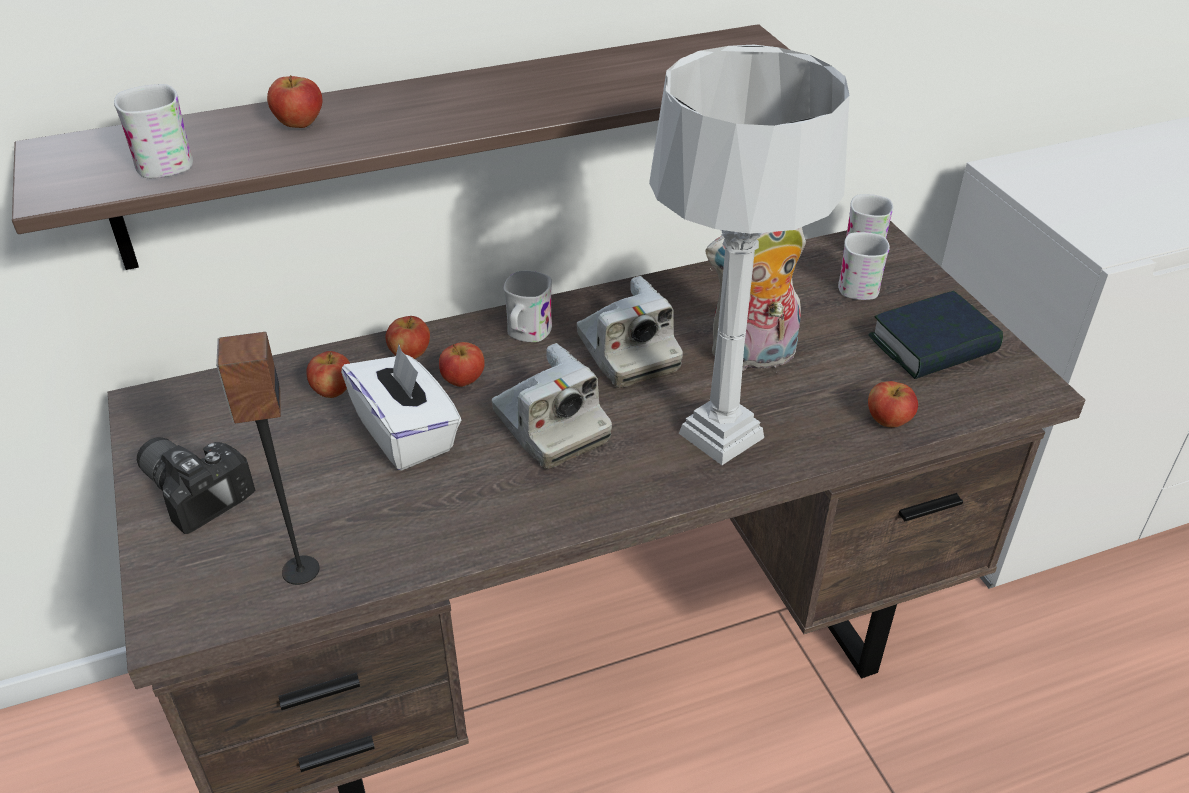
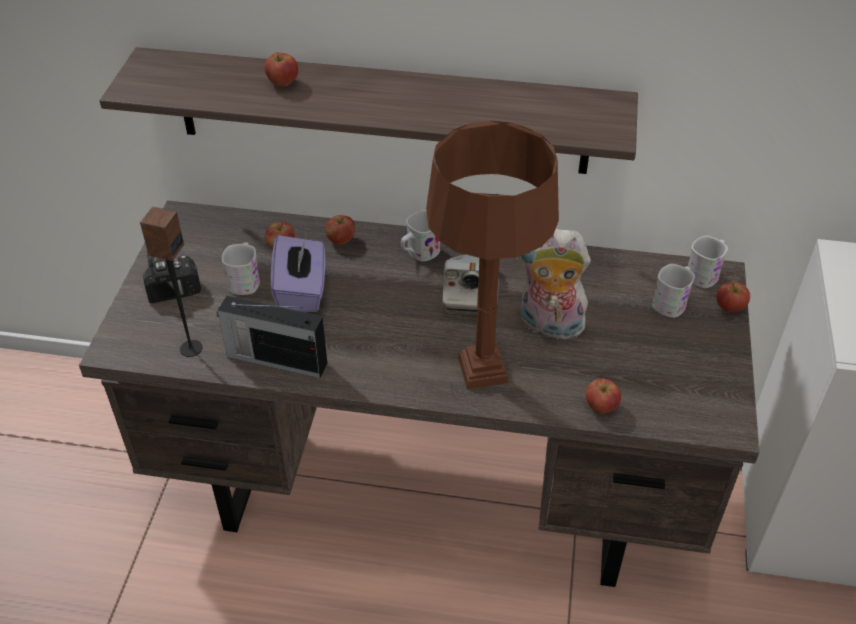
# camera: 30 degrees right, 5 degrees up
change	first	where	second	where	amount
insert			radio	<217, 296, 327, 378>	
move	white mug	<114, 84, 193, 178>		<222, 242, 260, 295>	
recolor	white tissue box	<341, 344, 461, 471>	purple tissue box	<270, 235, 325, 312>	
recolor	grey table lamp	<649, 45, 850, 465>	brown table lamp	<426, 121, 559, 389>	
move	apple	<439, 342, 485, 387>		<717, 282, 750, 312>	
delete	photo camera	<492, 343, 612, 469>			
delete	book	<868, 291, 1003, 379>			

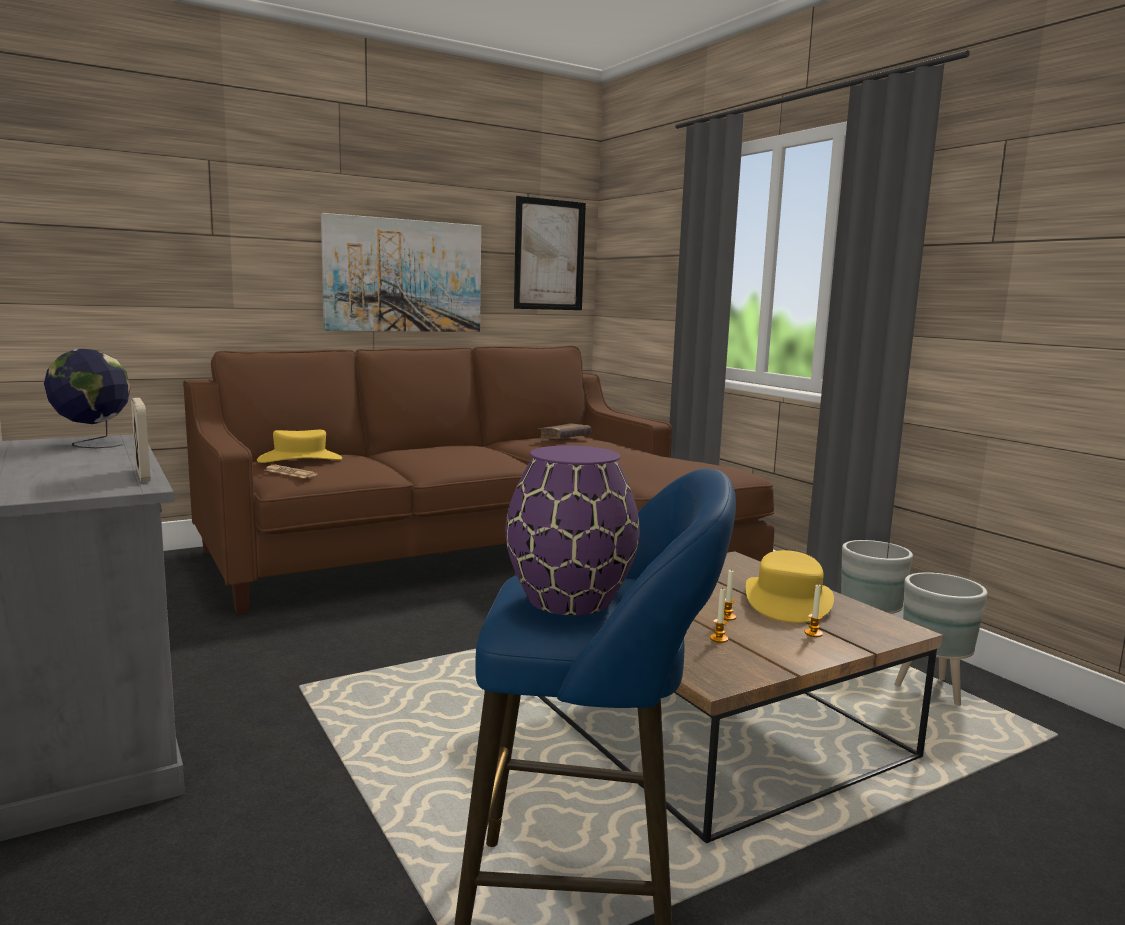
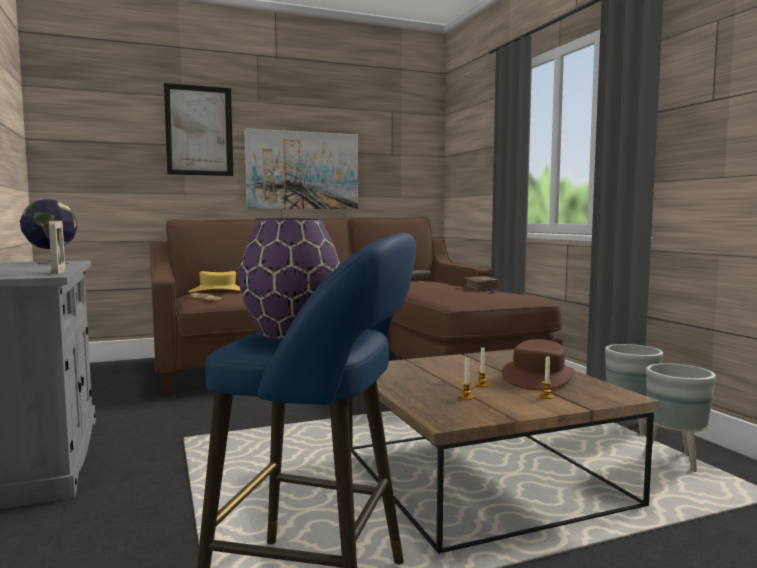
# camera: 10 degrees right, 5 degrees down
change	first	where	second	where	amount
move	picture	<514, 196, 586, 310>		<164, 83, 233, 176>	
insert			brown book	<464, 276, 502, 292>	
recolor	yellow hat	<746, 550, 834, 623>	brown hat	<502, 339, 574, 390>	

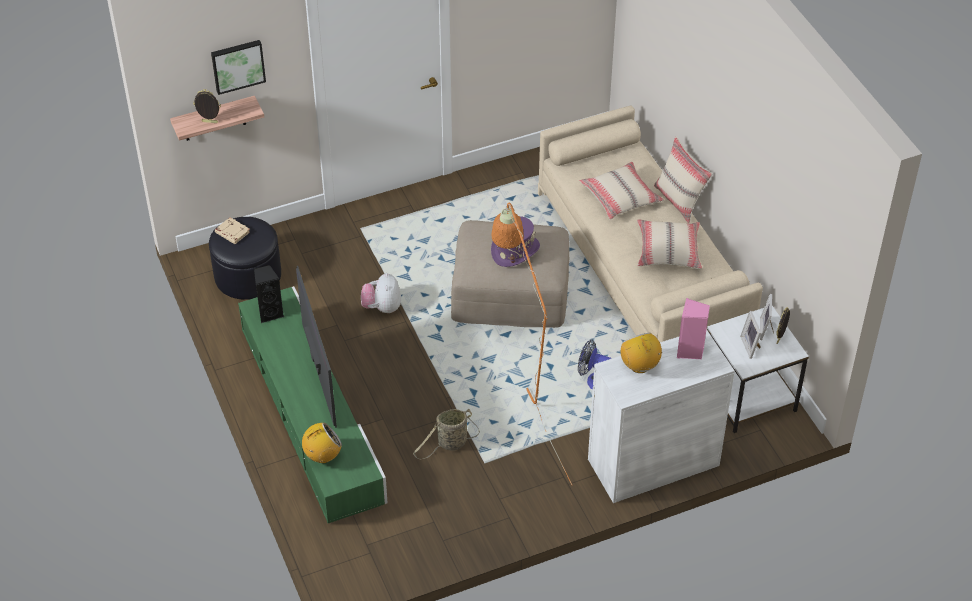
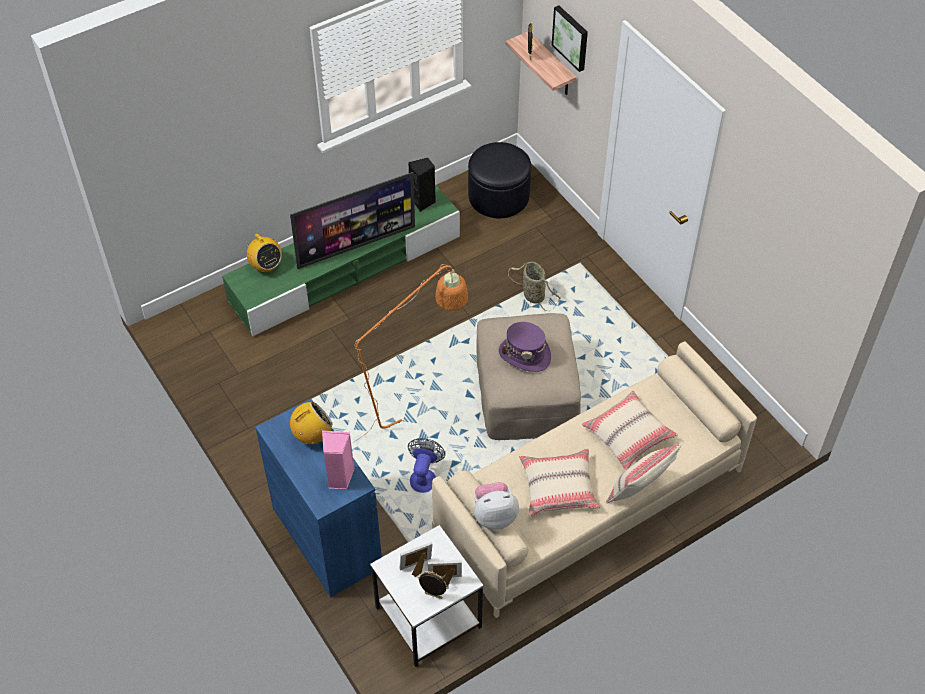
# camera: 80 degrees right, 5 degrees up
change	first	where	second	where	amount
recolor	white cabinet	<588, 330, 735, 503>	blue cabinet	<255, 399, 382, 597>	
move	plush toy	<361, 273, 401, 313>		<474, 482, 519, 530>	
move	basket	<413, 409, 480, 460>		<508, 262, 561, 311>	
delete	beige book	<215, 217, 250, 244>			

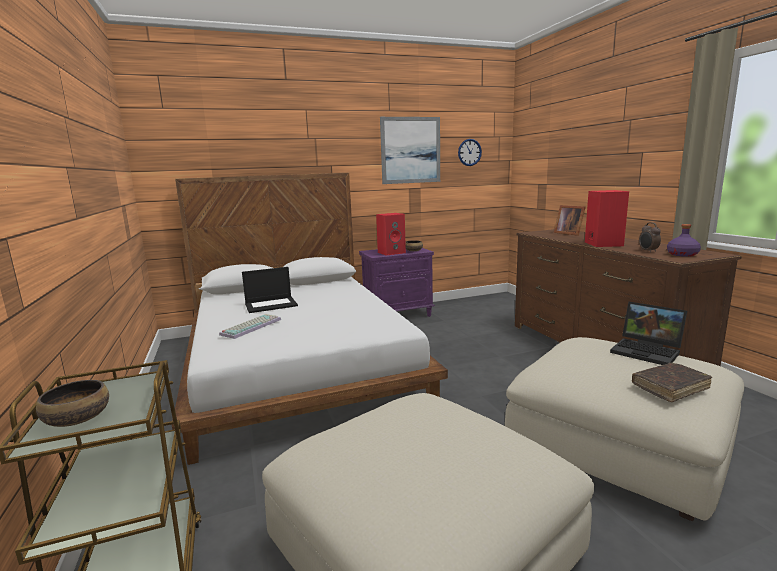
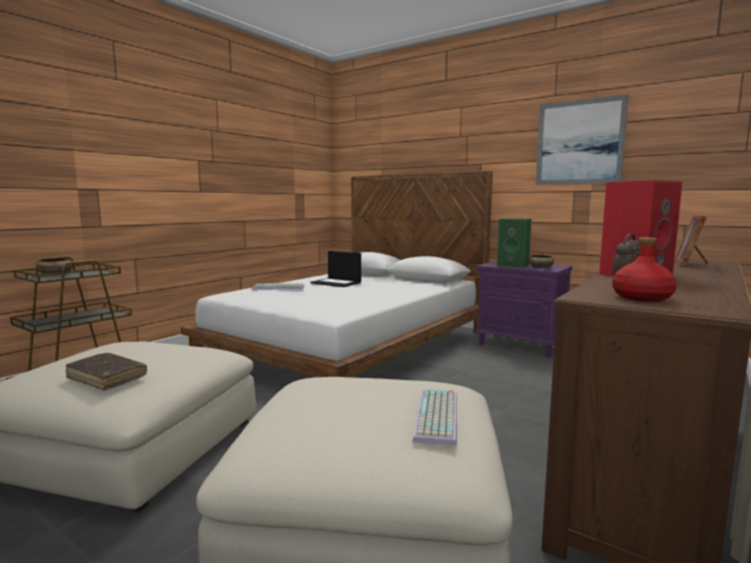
# camera: 55 degrees right, 5 degrees down
change	first	where	second	where	amount
move	brown book	<632, 363, 712, 402>		<66, 353, 147, 390>	
replace	laptop	<610, 302, 687, 365>	keyboard	<412, 389, 457, 446>	
recolor	red speaker	<376, 213, 406, 255>	green speaker	<497, 218, 531, 268>	
recolor	purple bottle	<667, 224, 701, 257>	red bottle	<612, 237, 677, 302>	
delete	wall clock	<458, 139, 482, 166>			

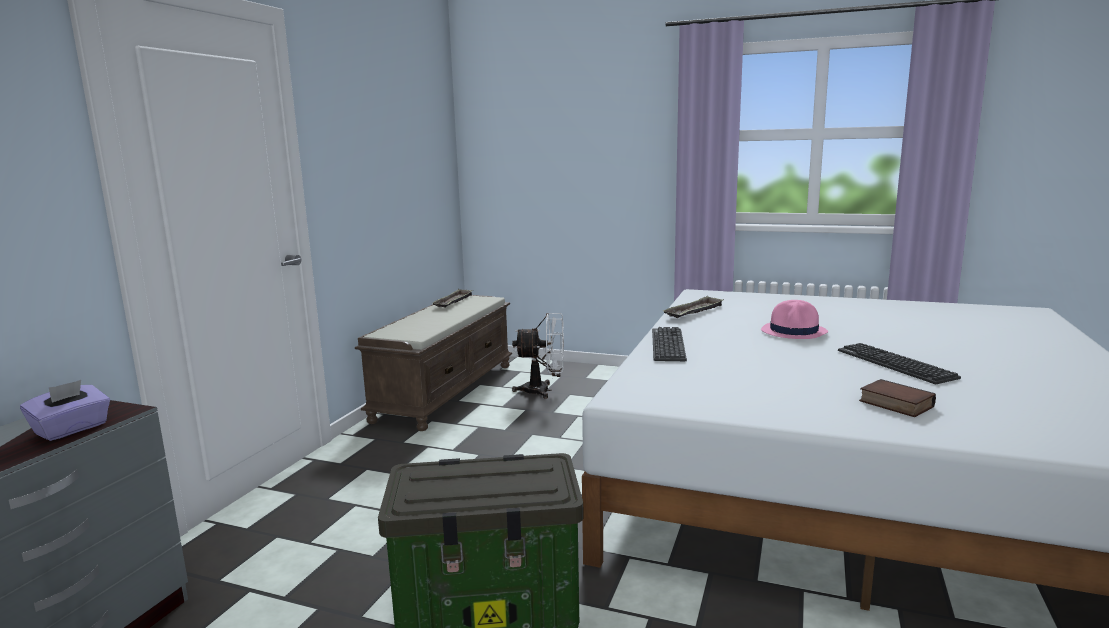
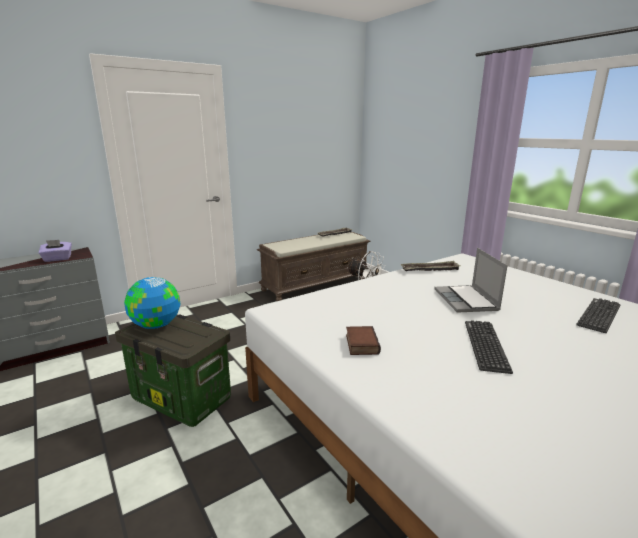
# camera: 35 degrees right, 5 degrees up
change	first	where	second	where	amount
insert			globe	<124, 277, 180, 329>	
move	book	<859, 379, 936, 417>		<346, 326, 381, 355>	
replace	pink hat	<761, 300, 828, 339>	laptop	<434, 248, 508, 313>	
move	keyboard	<652, 327, 687, 361>		<576, 298, 620, 333>	

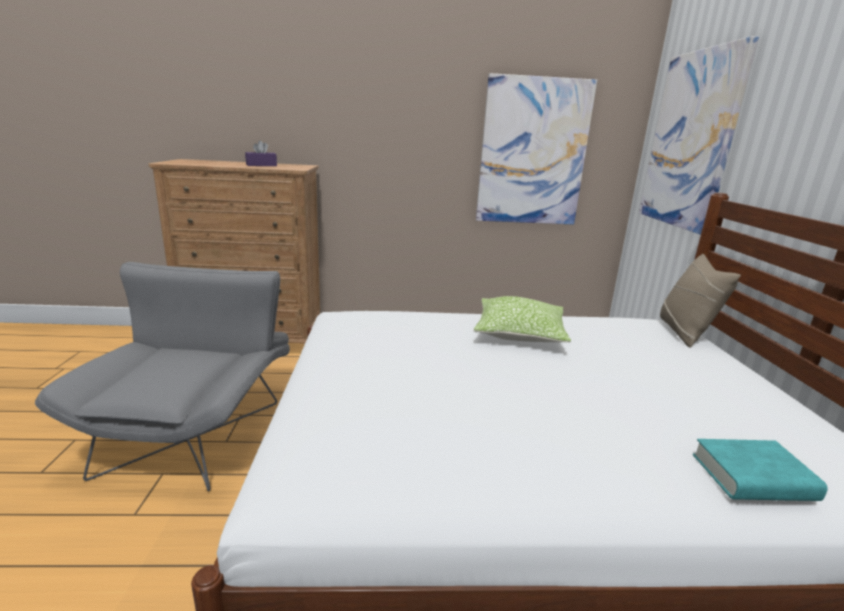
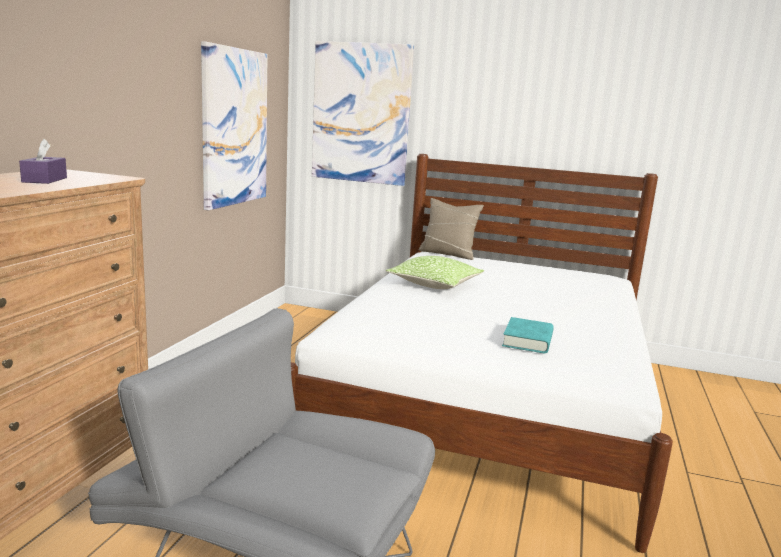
# camera: 70 degrees left, 5 degrees down
change	first	where	second	where	amount
move	turquoise book	<693, 439, 828, 501>		<502, 317, 554, 353>	

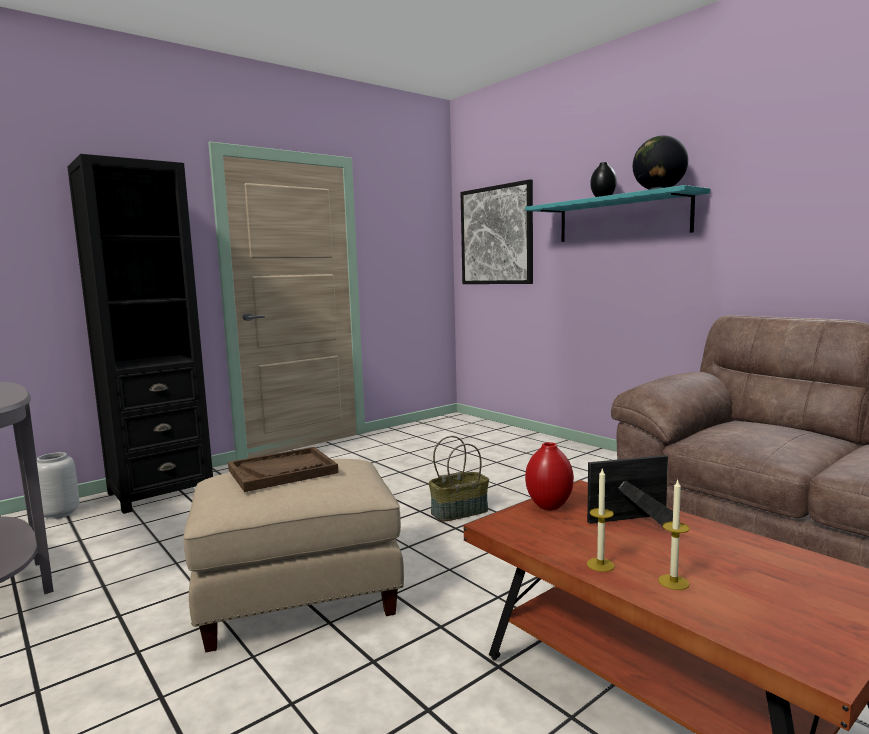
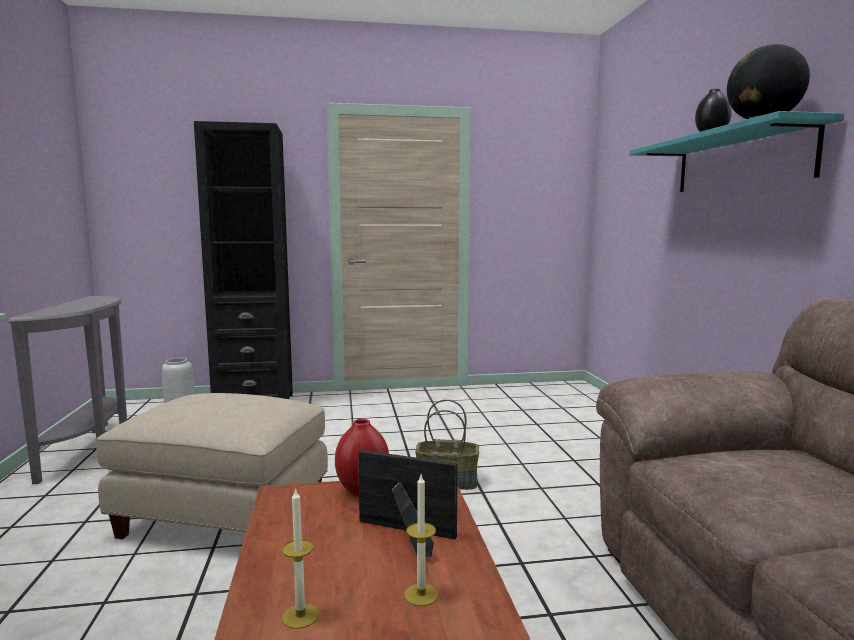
# camera: 30 degrees right, 0 degrees up
change	first	where	second	where	amount
move	candle	<587, 468, 615, 572>		<404, 475, 438, 606>	
delete	brown tray	<228, 447, 338, 492>			
delete	picture	<461, 179, 533, 284>			

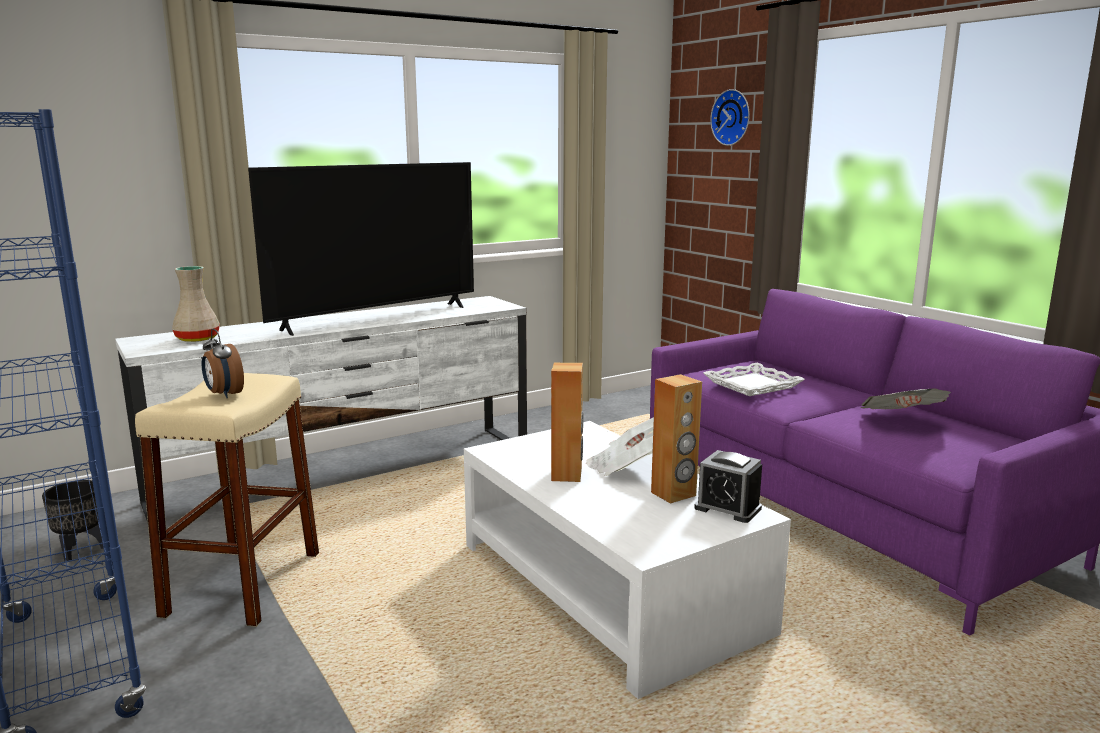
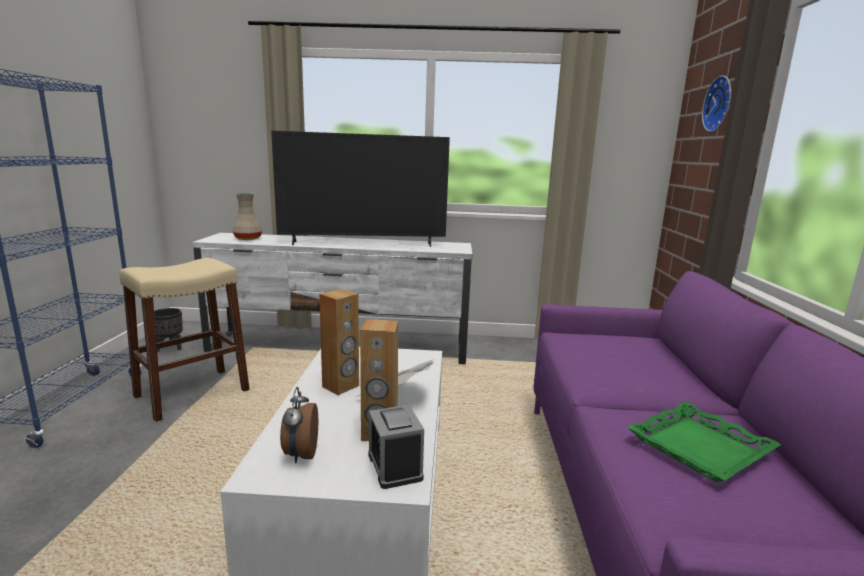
# camera: 35 degrees right, 0 degrees up
change	first	where	second	where	amount
move	alarm clock	<202, 329, 244, 398>		<280, 387, 318, 463>	
replace	newspaper	<860, 389, 951, 409>	green tray	<627, 401, 781, 482>	
delete	white tray	<703, 363, 805, 396>			

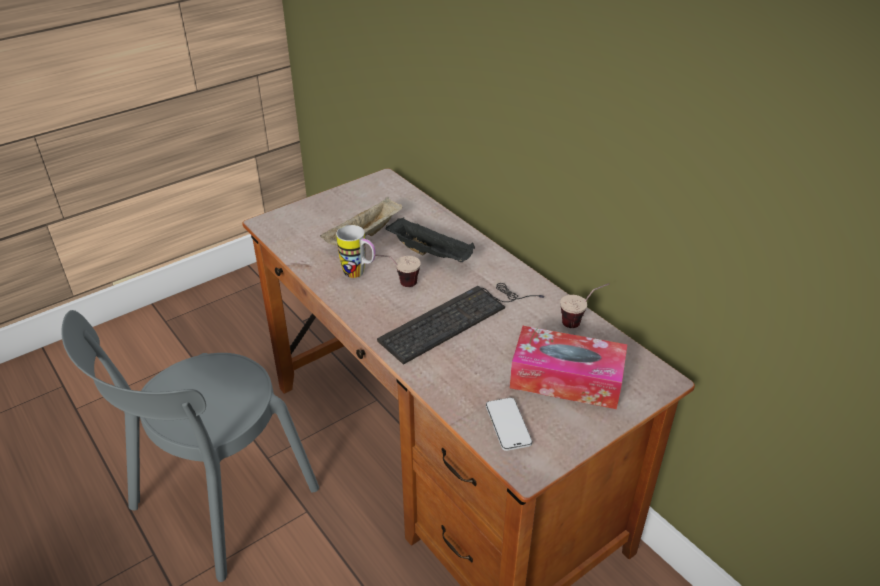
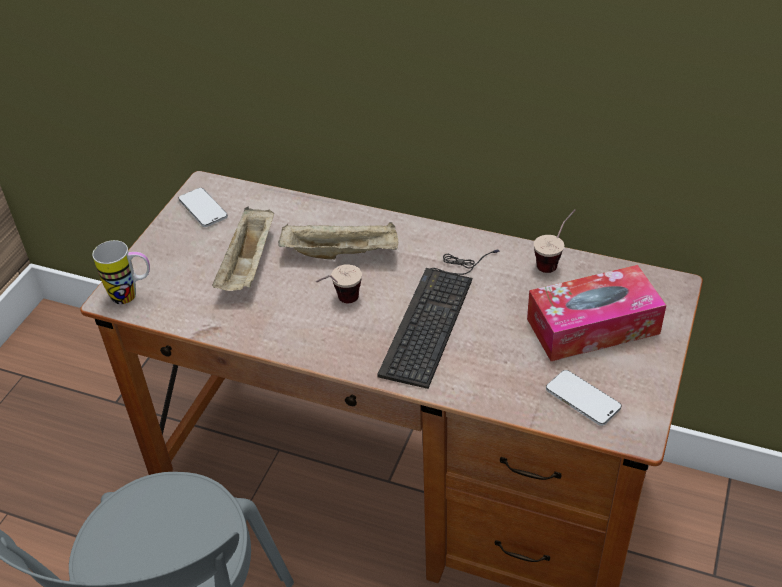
# camera: 30 degrees left, 5 degrees up
change	first	where	second	where	amount
move	mug	<336, 225, 376, 278>		<92, 240, 150, 304>	
insert			phone	<178, 188, 228, 227>	
recolor	black tray	<386, 218, 475, 262>	beige tray	<278, 222, 398, 260>	

